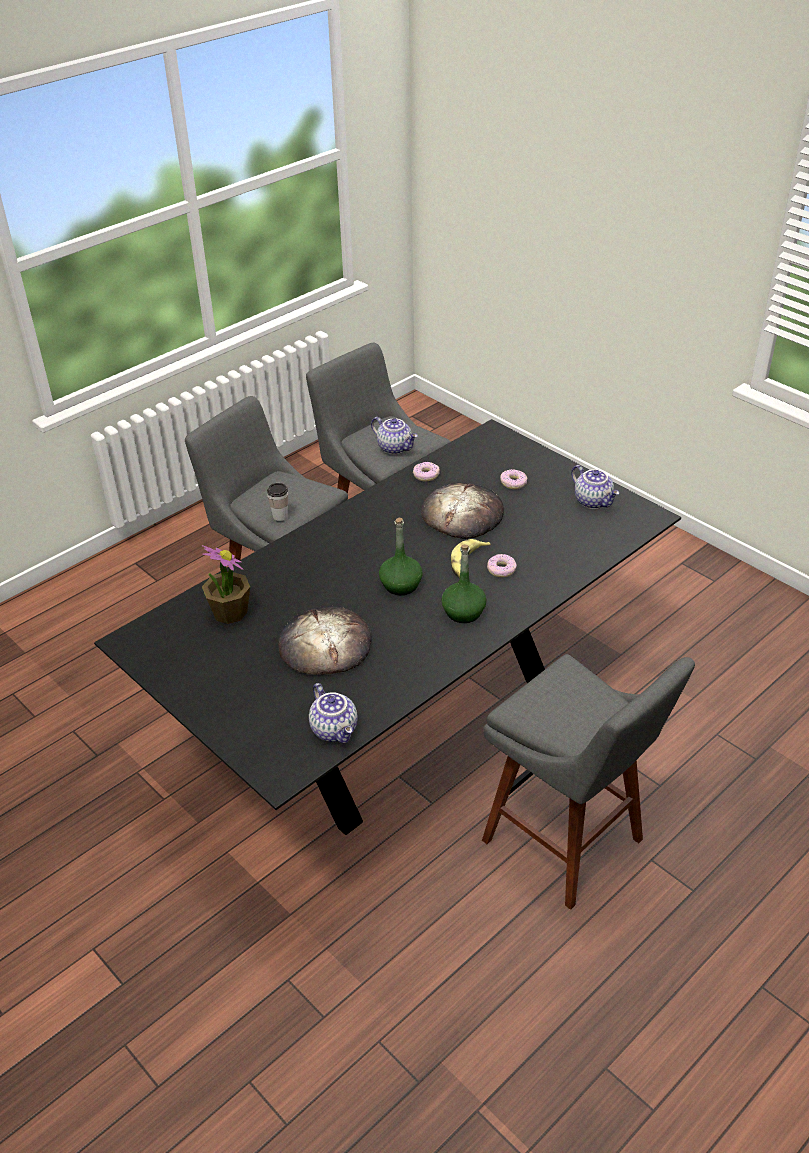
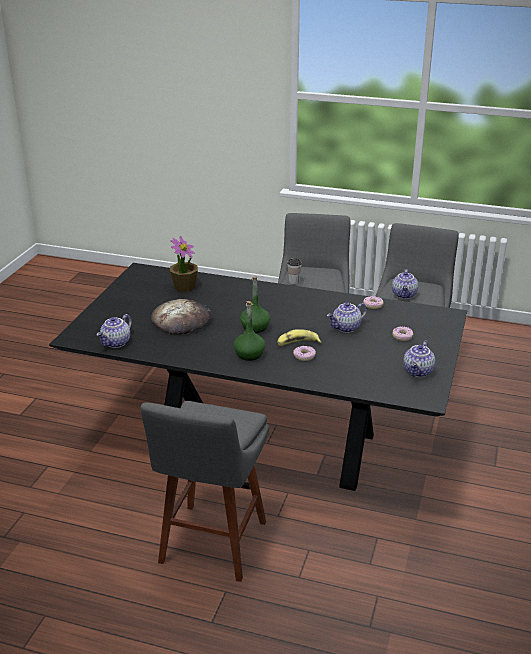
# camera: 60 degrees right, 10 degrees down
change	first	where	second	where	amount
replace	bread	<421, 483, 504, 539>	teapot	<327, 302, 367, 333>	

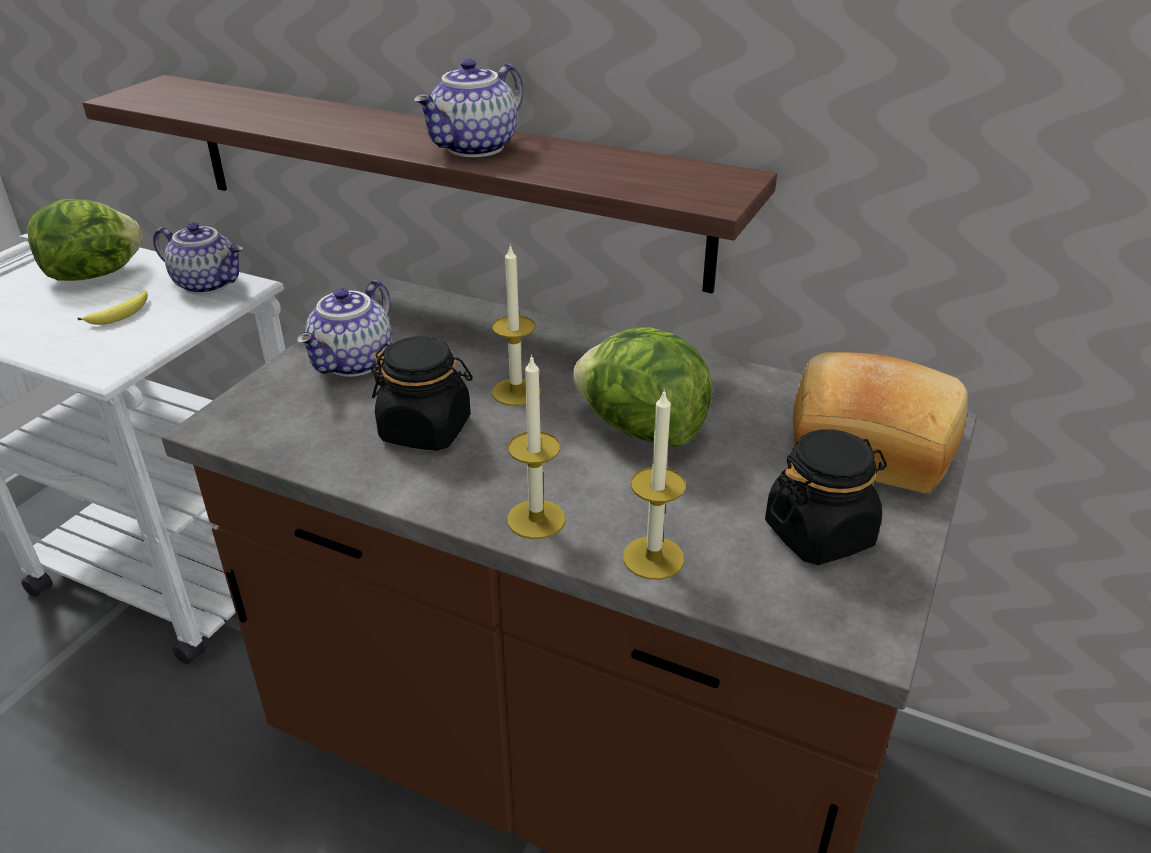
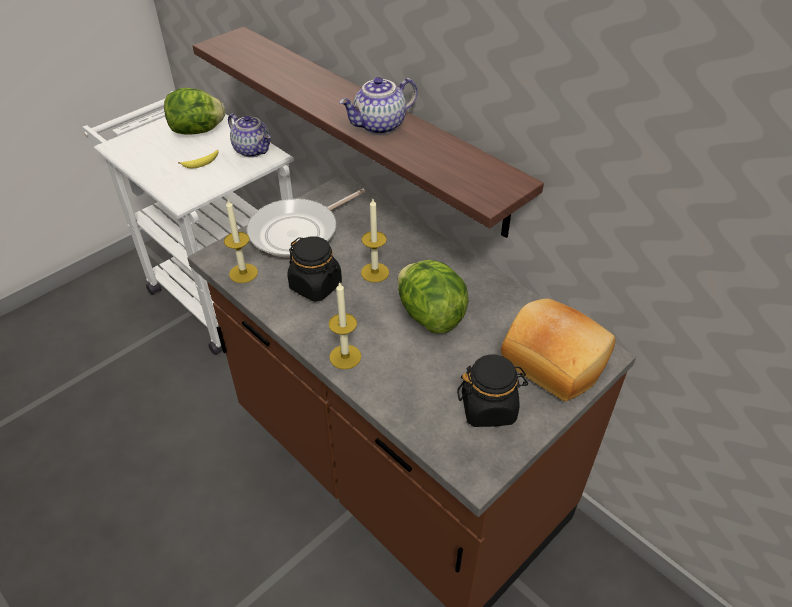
# camera: 20 degrees right, 10 degrees up
change	first	where	second	where	amount
move	candle	<623, 389, 686, 580>		<224, 200, 258, 283>	
replace	teapot	<297, 280, 392, 377>	frying pan	<246, 189, 366, 258>	

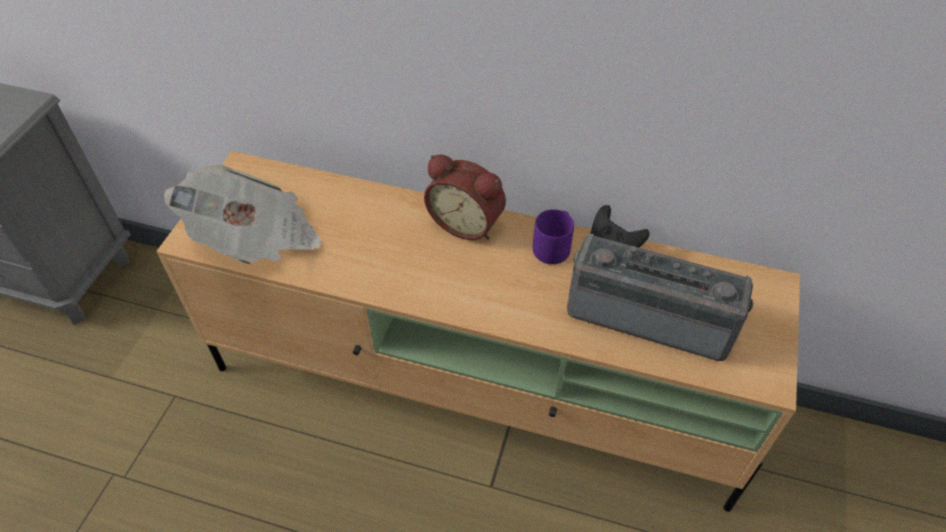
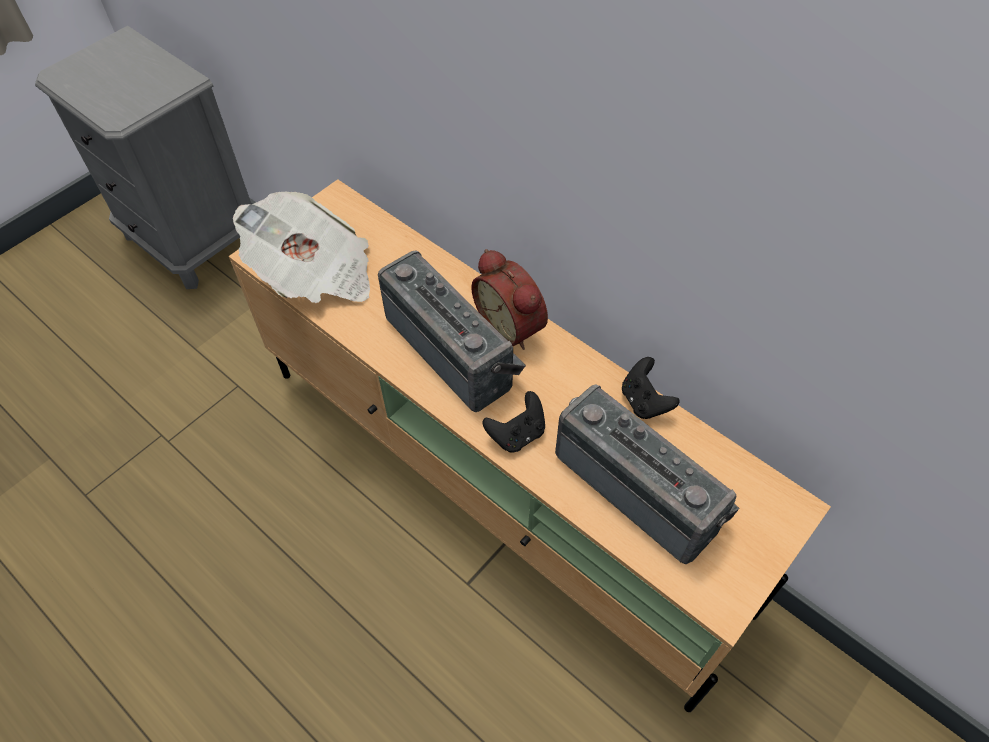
# camera: 25 degrees right, 5 degrees up
change	first	where	second	where	amount
insert			radio	<378, 250, 526, 412>	
insert			black game controller	<483, 391, 545, 453>	
delete	purple mug	<533, 209, 574, 264>			

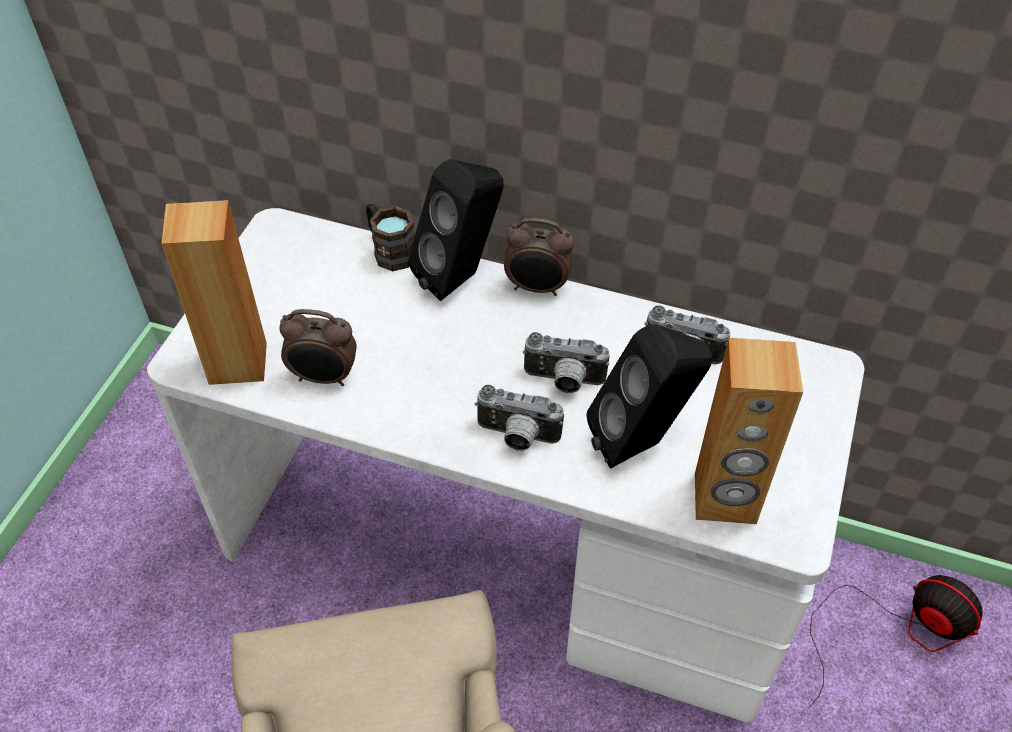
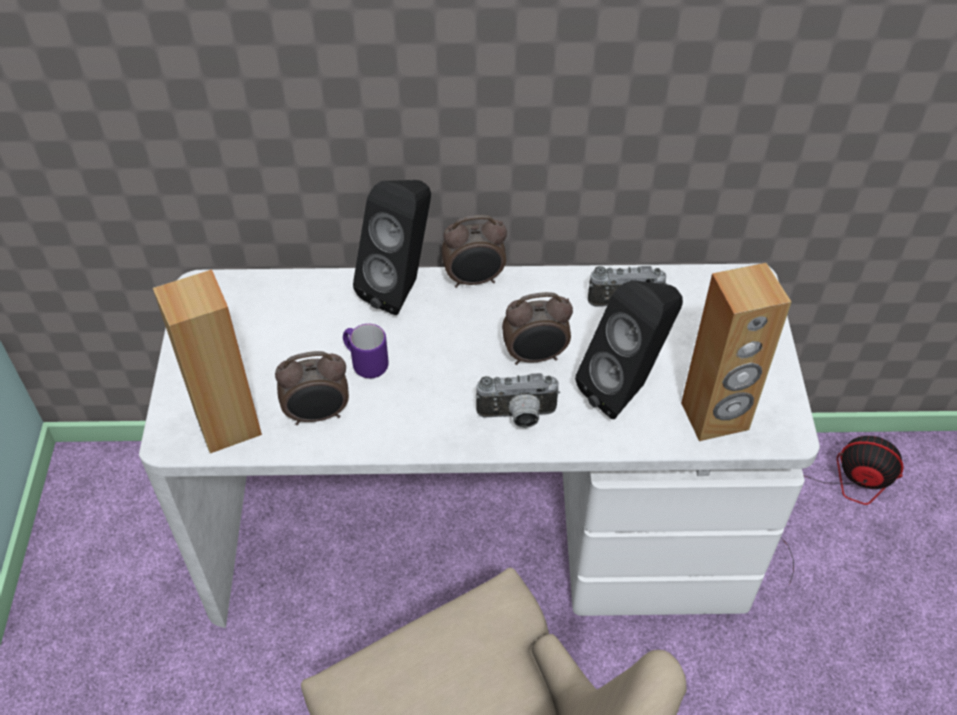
# camera: 20 degrees left, 0 degrees up
change	first	where	second	where	amount
insert			purple mug	<343, 324, 389, 378>	
replace	photo camera	<523, 332, 610, 393>	alarm clock	<502, 292, 573, 365>	
delete	brown mug	<366, 204, 415, 271>			

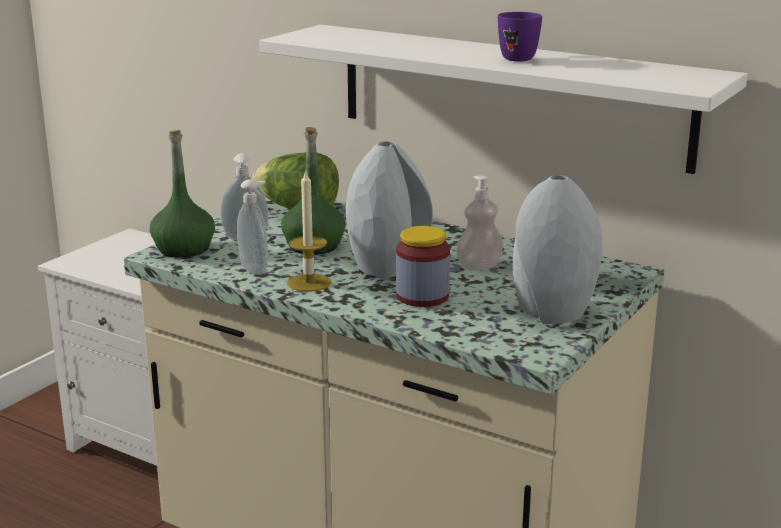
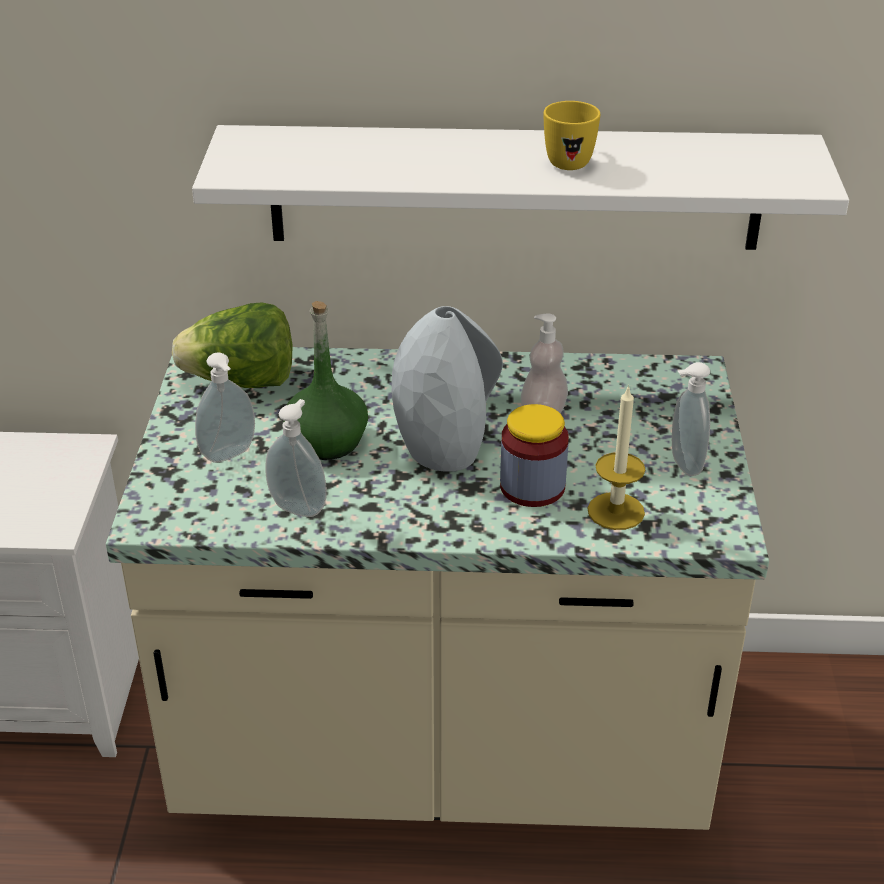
# camera: 30 degrees left, 15 degrees up
change	first	where	second	where	amount
recolor	purple mug	<498, 12, 542, 62>	yellow mug	<544, 101, 600, 170>	
move	candle	<287, 170, 331, 292>		<588, 385, 645, 530>	
replace	grey vase	<513, 175, 603, 324>	soap dispenser	<672, 362, 710, 476>	
delete	green bottle	<150, 130, 215, 258>			

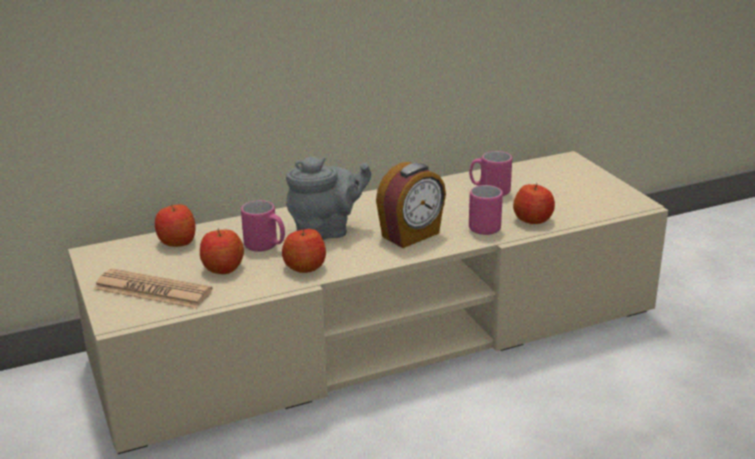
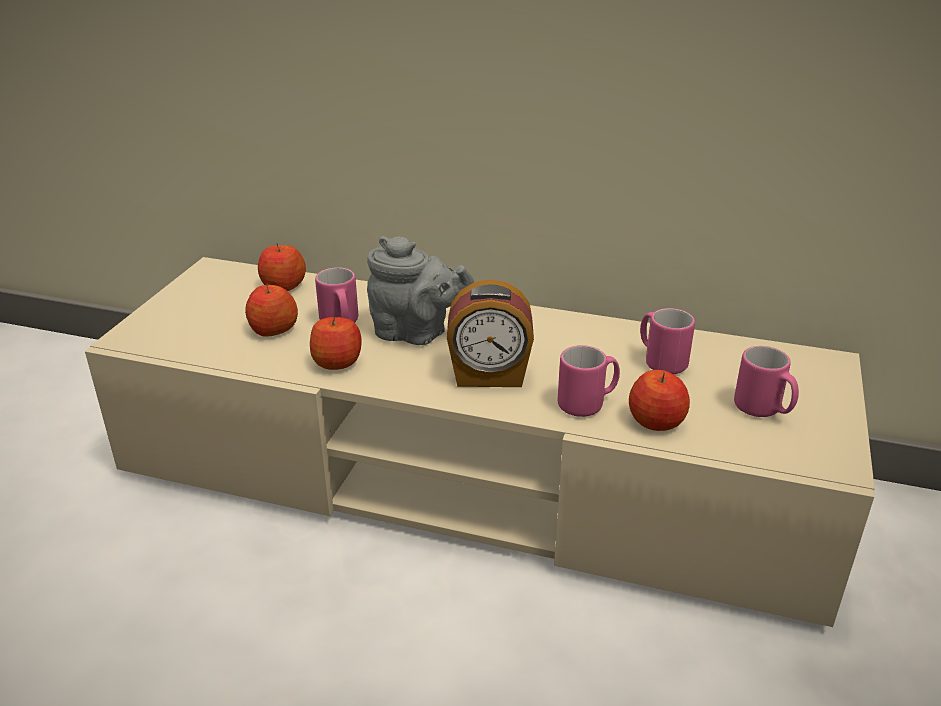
# camera: 40 degrees right, 5 degrees up
change	first	where	second	where	amount
insert			pink mug	<734, 346, 799, 417>	
delete	newspaper	<94, 269, 213, 309>			

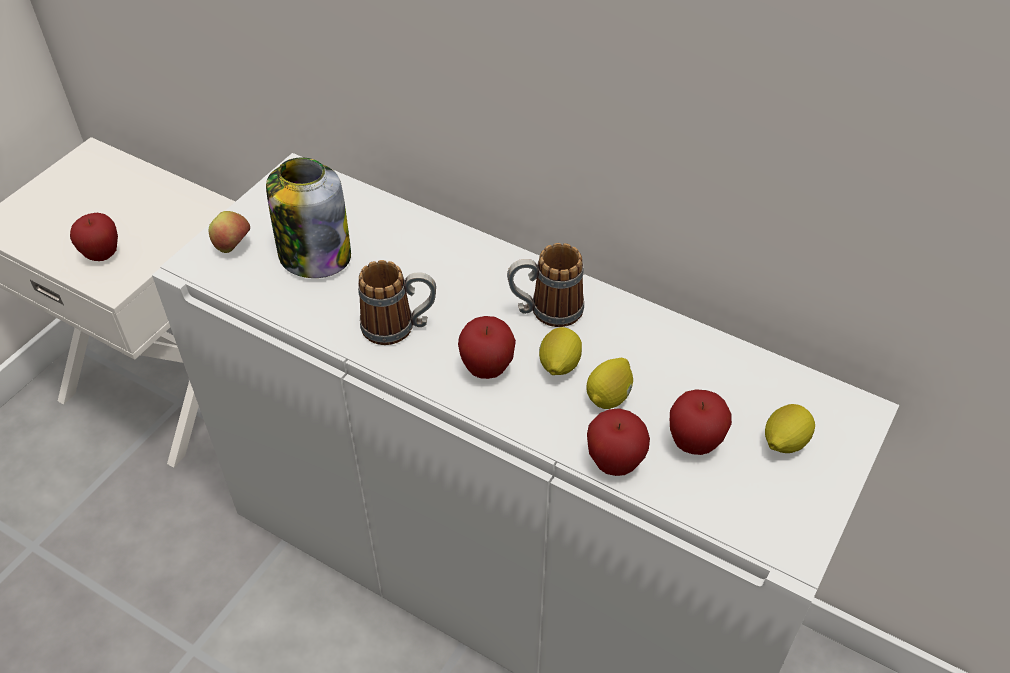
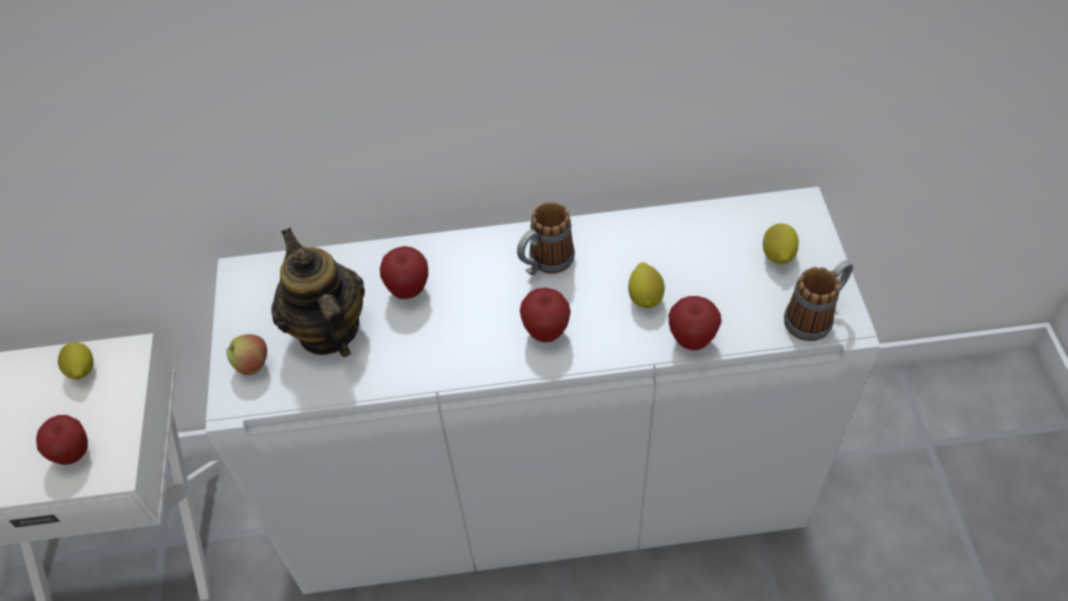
# camera: 35 degrees left, 5 degrees up
change	first	where	second	where	amount
move	lemon	<539, 327, 582, 375>		<58, 342, 94, 380>	
replace	jar	<266, 158, 351, 278>	teapot	<271, 228, 365, 357>	
move	apple	<670, 389, 732, 455>		<380, 246, 428, 299>	
move	mug	<358, 260, 436, 345>		<784, 260, 853, 341>	

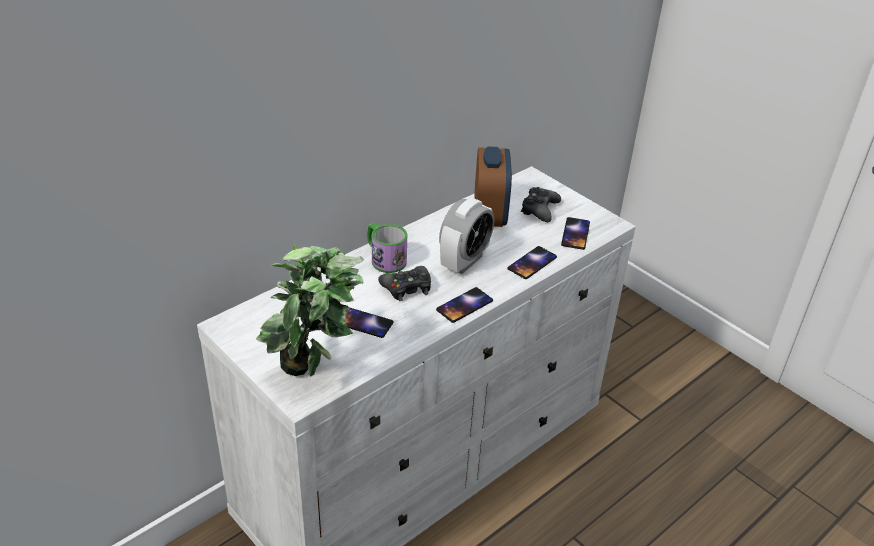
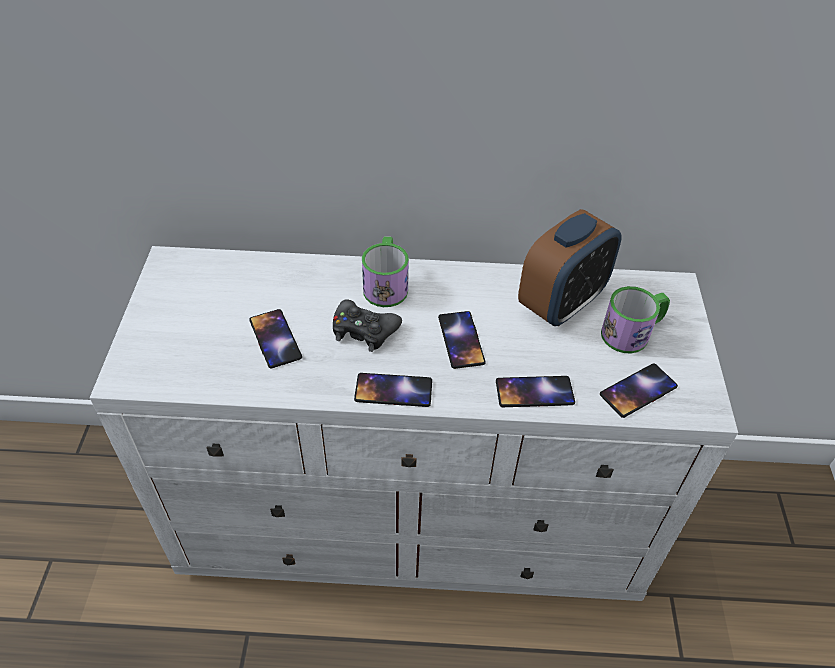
# camera: 45 degrees right, 10 degrees up
change	first	where	second	where	amount
replace	alarm clock	<439, 198, 494, 274>	phone	<438, 311, 486, 369>	
replace	black game controller	<521, 187, 561, 222>	mug	<601, 286, 670, 353>	
delete	potted plant	<256, 244, 364, 377>			

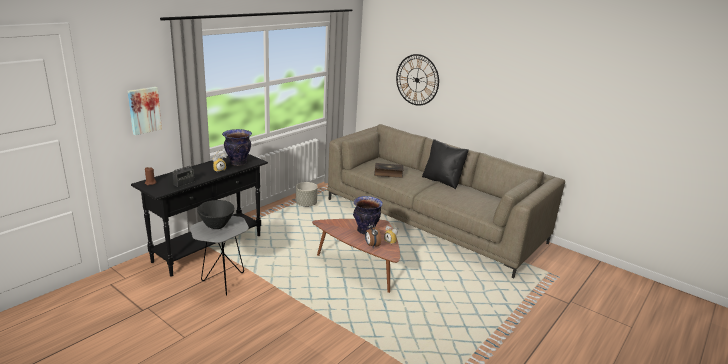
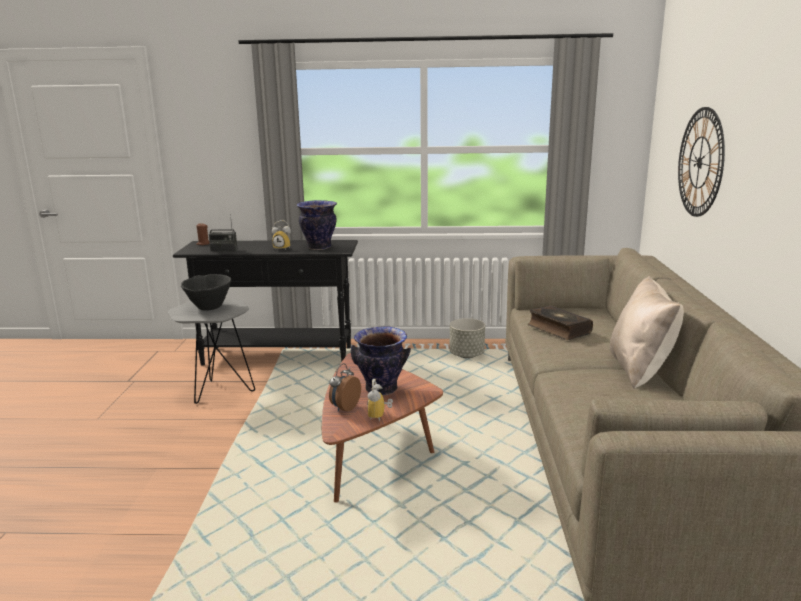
# camera: 55 degrees right, 5 degrees down
change	first	where	second	where	amount
recolor	black pillow	<422, 139, 469, 189>	beige pillow	<609, 276, 684, 388>	
delete	picture	<128, 87, 162, 135>			

